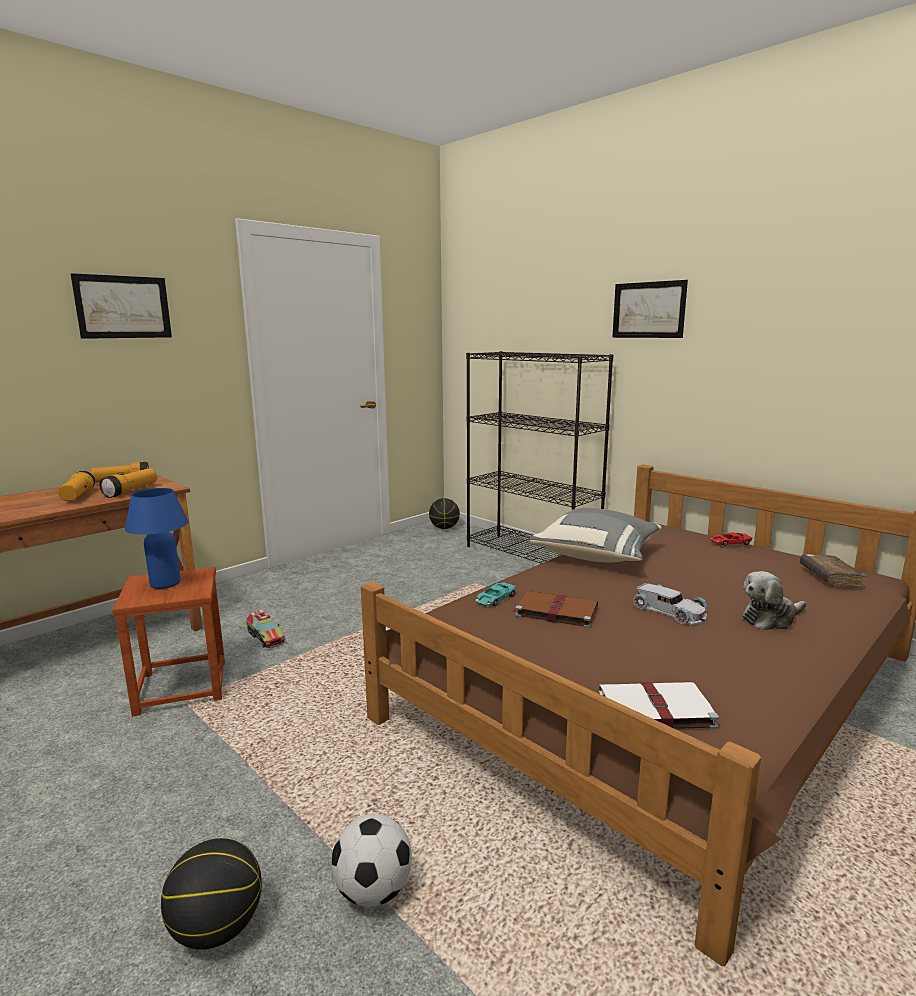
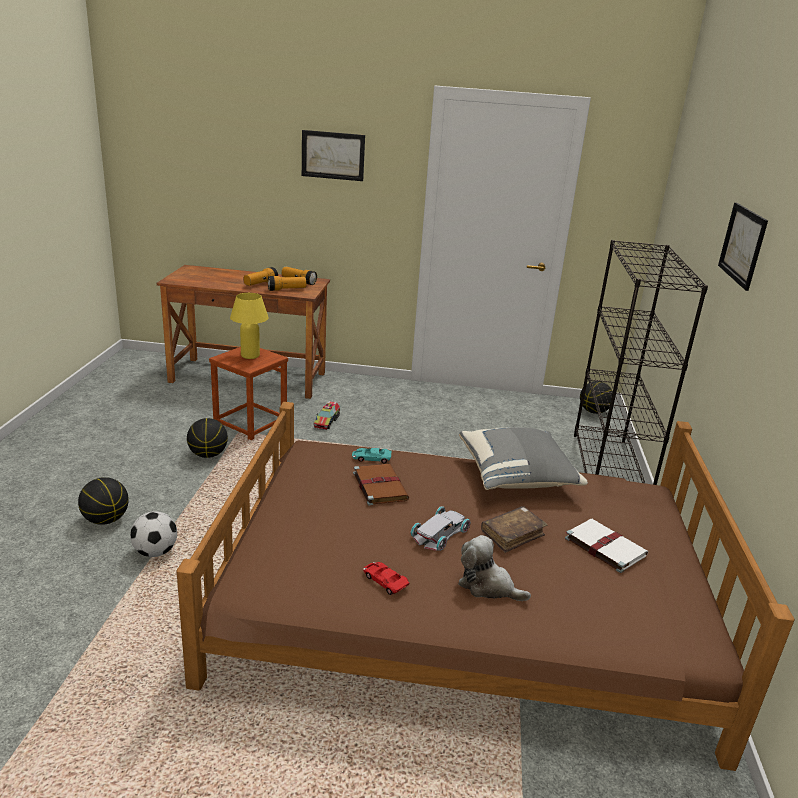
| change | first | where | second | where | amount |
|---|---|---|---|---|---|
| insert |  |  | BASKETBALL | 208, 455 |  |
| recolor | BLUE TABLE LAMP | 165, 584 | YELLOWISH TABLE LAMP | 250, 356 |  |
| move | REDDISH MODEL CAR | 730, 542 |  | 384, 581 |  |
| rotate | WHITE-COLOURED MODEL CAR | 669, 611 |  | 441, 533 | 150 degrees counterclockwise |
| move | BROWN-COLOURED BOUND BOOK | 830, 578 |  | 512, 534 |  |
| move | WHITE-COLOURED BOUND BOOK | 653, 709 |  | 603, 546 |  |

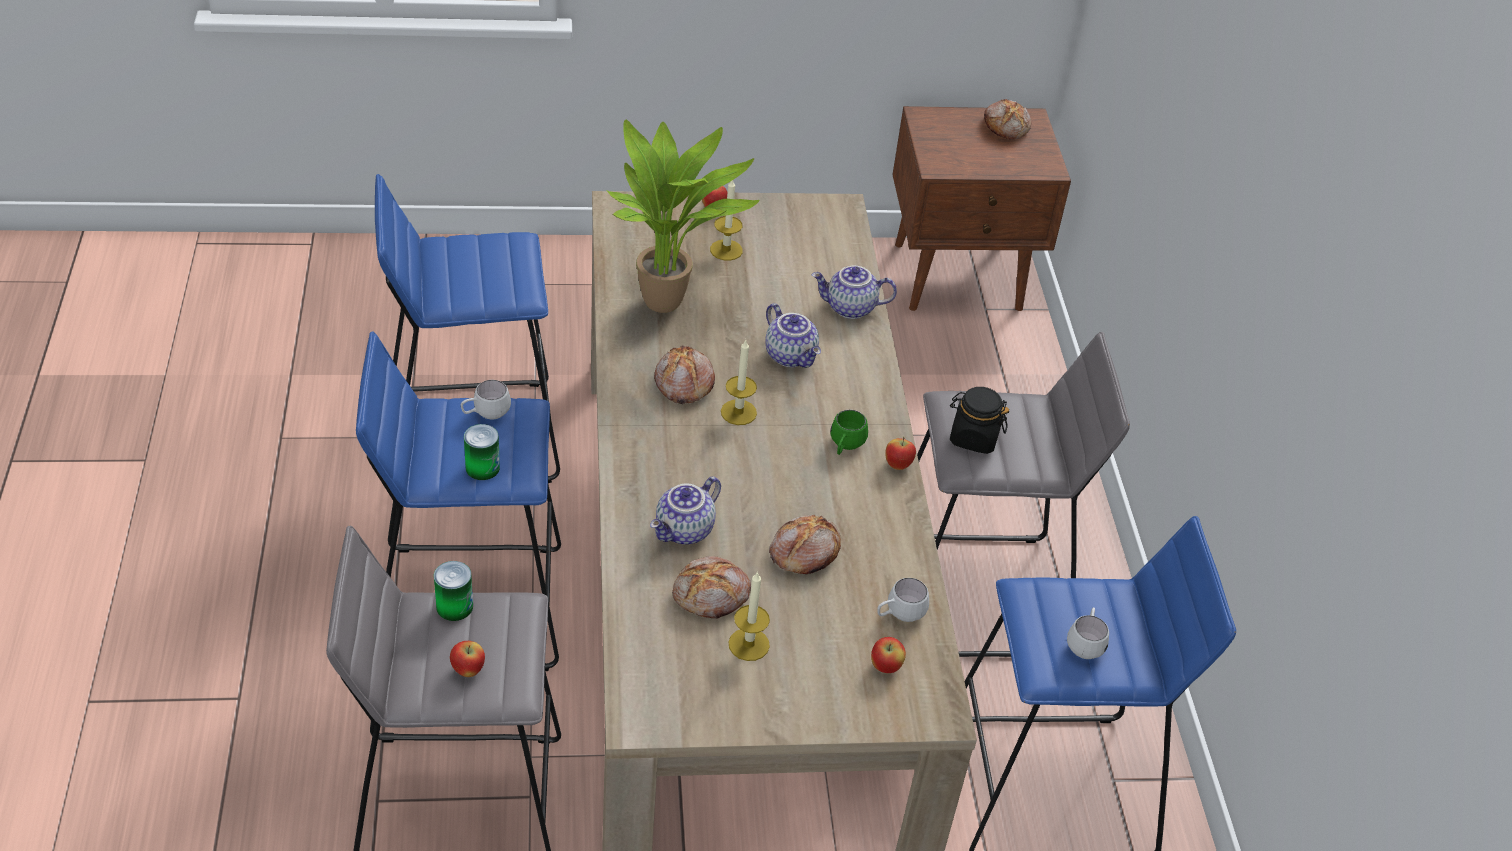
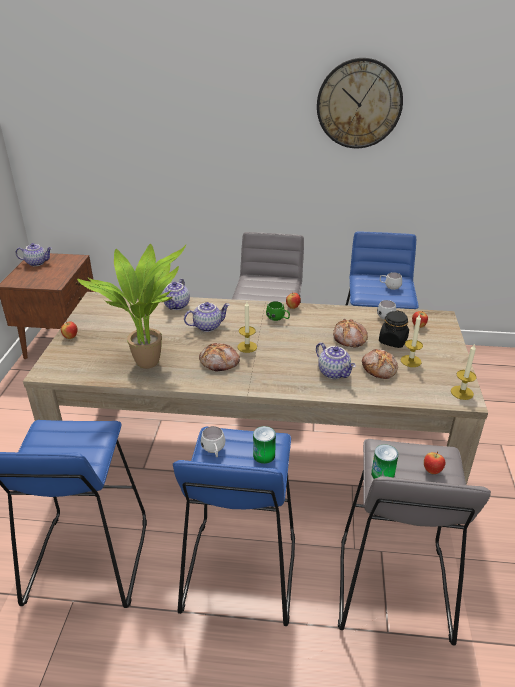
| change | first | where | second | where | amount |
|---|---|---|---|---|---|
| replace | BAKERY BREAD | 1007, 126 | TEAPOT | 37, 263 |  |
| insert |  |  | WALL CLOCK | 359, 104 |  |
| move | BLACKISH JAR | 973, 437 |  | 393, 341 |  |
| move | CANDLE | 726, 250 |  | 462, 392 |  |

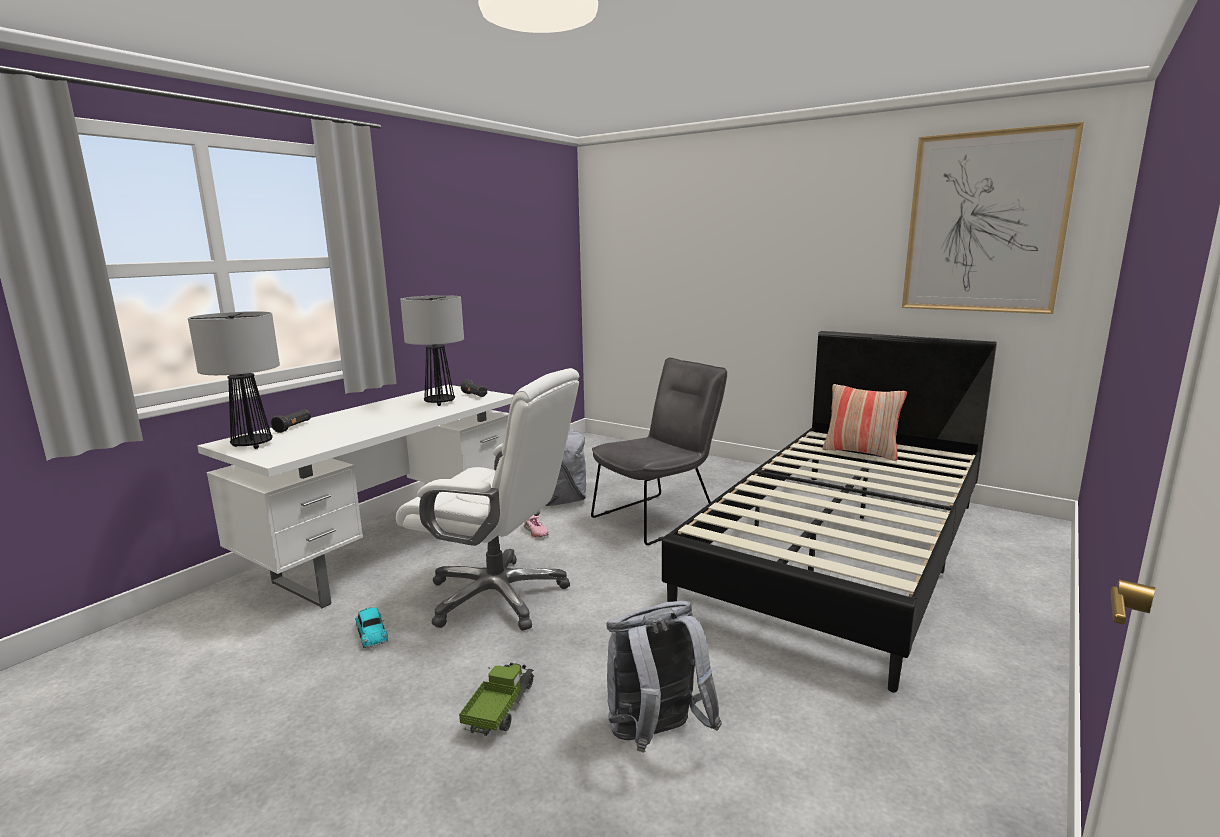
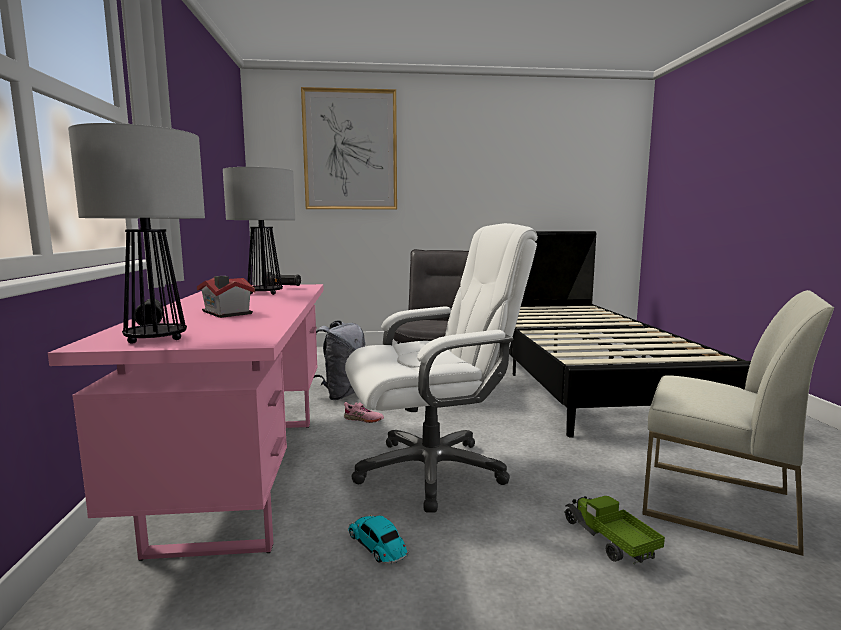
| change | first | where | second | where | amount |
|---|---|---|---|---|---|
| recolor | WHITE-COLOURED DESK TABLE | 392, 549 | PINKISH DESK TABLE | 244, 475 |  |
| insert |  |  | MINIATURE HOUSE | 226, 313 |  |
| move | WALL PICTURE | 984, 223 |  | 350, 150 |  |
| rotate | MODEL CAR | 371, 633 |  | 378, 546 | 150 degrees counterclockwise |
| replace | GREYISH RUCKSACK | 655, 736 | WHITE-COLOURED UPRIGHT CHAIR | 715, 503 |  |
| delete | PILLOW | 860, 452 |  |  |  |

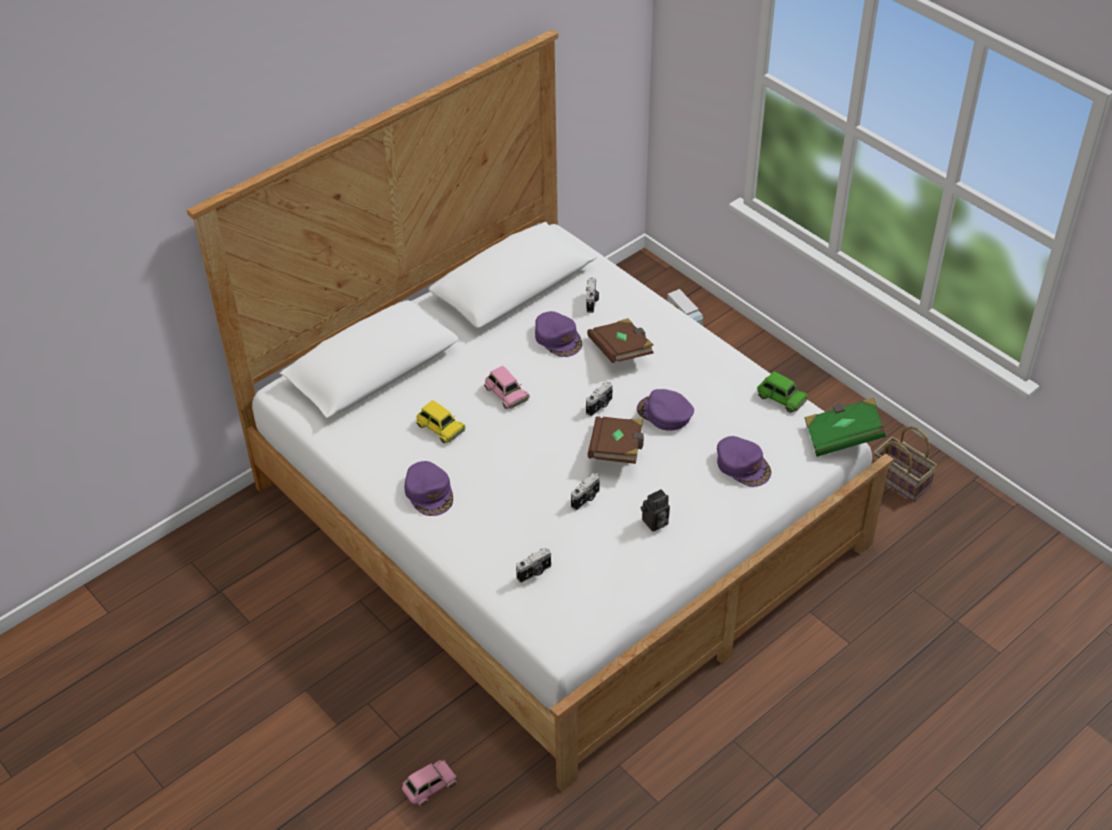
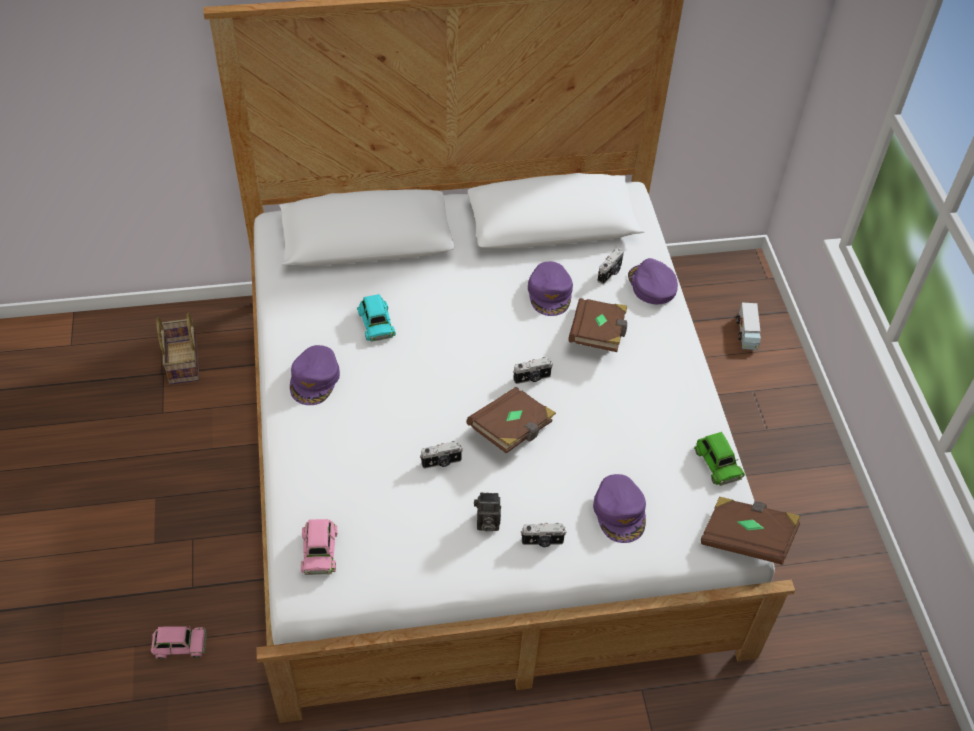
| change | first | where | second | where | amount |
|---|---|---|---|---|---|
| move | HOUSEHOLD BASKET | 902, 480 |  | 184, 363 |  |
| move | PINKISH MODEL CAR | 506, 392 |  | 319, 550 |  |
| recolor | YELLOWISH MODEL CAR | 440, 427 | TURQUOISE MODEL CAR | 376, 323 |  |
| move | PHOTO CAMERA | 534, 573 |  | 542, 542 |  |
| move | PURPLE-COLOURED CAP | 664, 414 |  | 651, 285 |  |
| recolor | GREEN-COLOURED BOUND BOOK | 842, 437 | BROWN-COLOURED BOUND BOOK | 747, 538 |  |

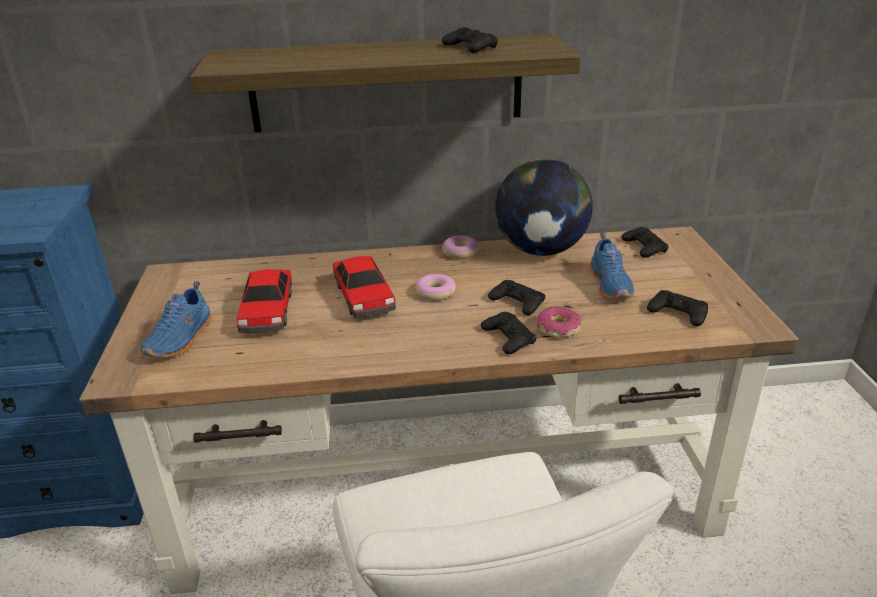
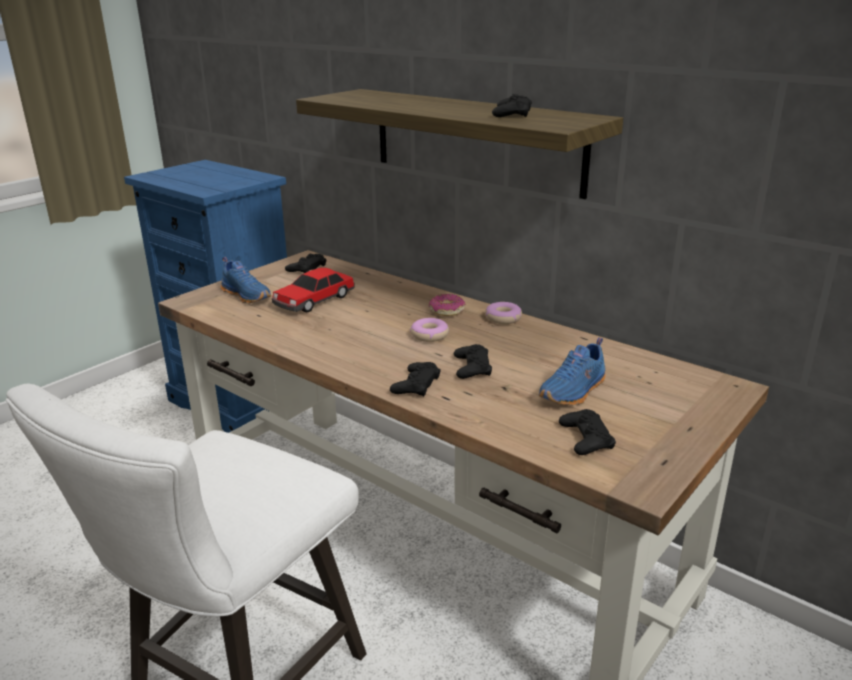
| change | first | where | second | where | amount |
|---|---|---|---|---|---|
| rotate | BLUE LOW SHOE | 181, 339 |  | 247, 295 | 105 degrees counterclockwise |
| move | BLACKISH GAMEPAD | 644, 247 |  | 306, 268 |  |
| move | DONUT | 557, 329 |  | 446, 311 |  |
| delete | MODEL CAR | 364, 297 |  |  |  |
| delete | GLOBE | 541, 250 |  |  |  |

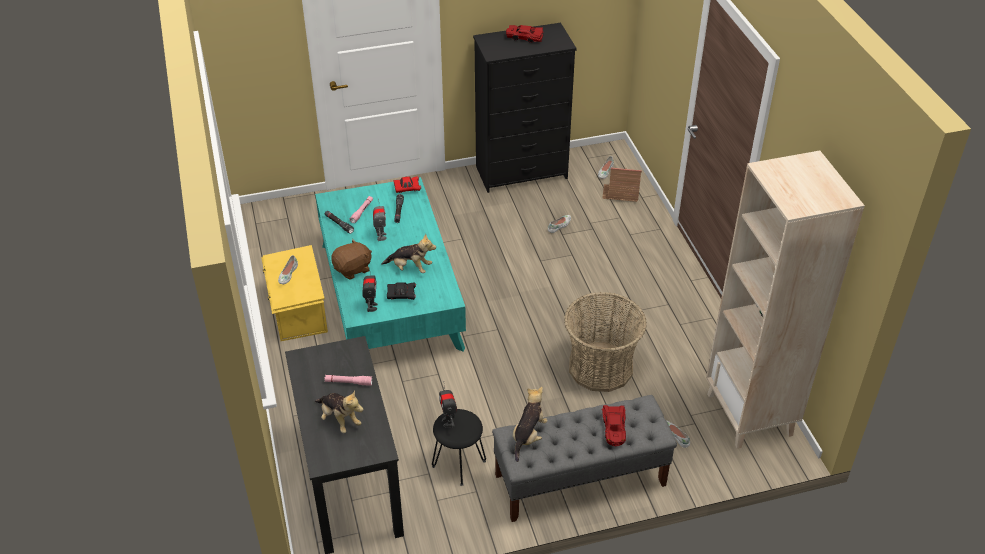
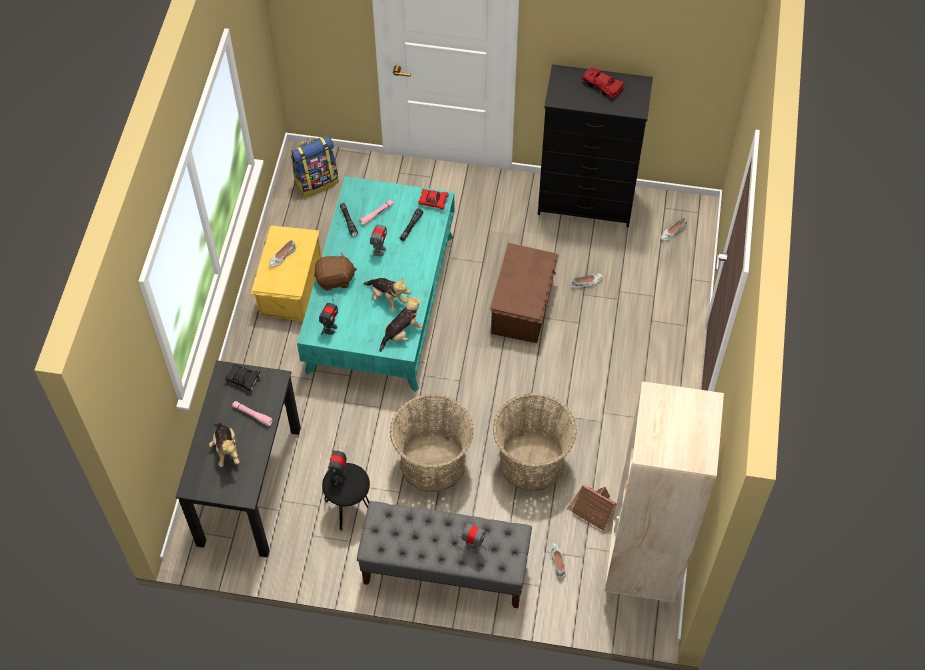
| change | first | where | second | where | amount |
|---|---|---|---|---|---|
| move | BLACKISH MODEL CAR | 401, 295 |  | 243, 380 |  |
| insert |  |  | RUCKSACK | 316, 181 |  |
| move | CUDDLY TOY | 528, 436 |  | 402, 333 |  |
| insert |  |  | HOUSEHOLD BASKET | 433, 462 |  |
| replace | REDDISH MODEL CAR | 614, 428 | MODEL ROBOT | 473, 547 |  |
| insert |  |  | BROWN-COLOURED STORAGE BIN | 523, 306 |  |
| move | MINIATURE HOUSE | 621, 193 |  | 593, 509 |  |

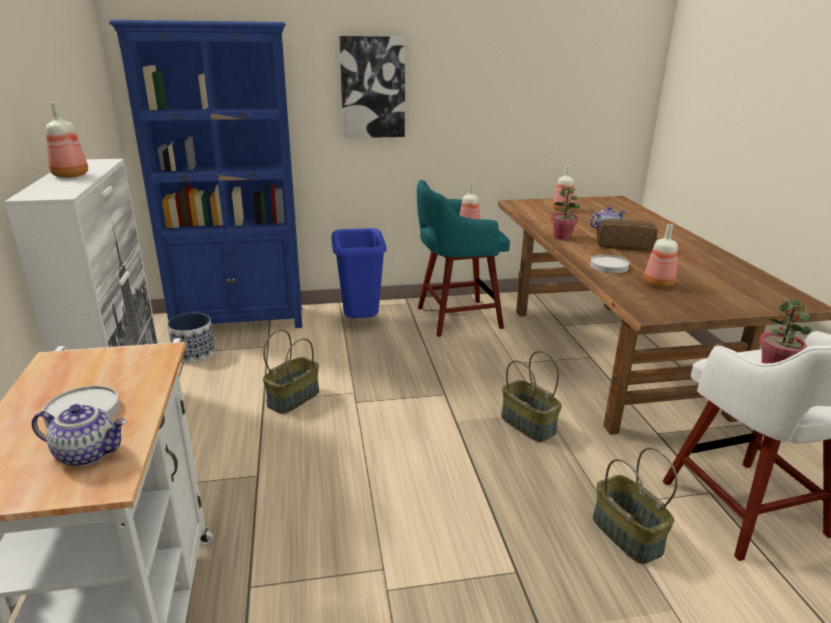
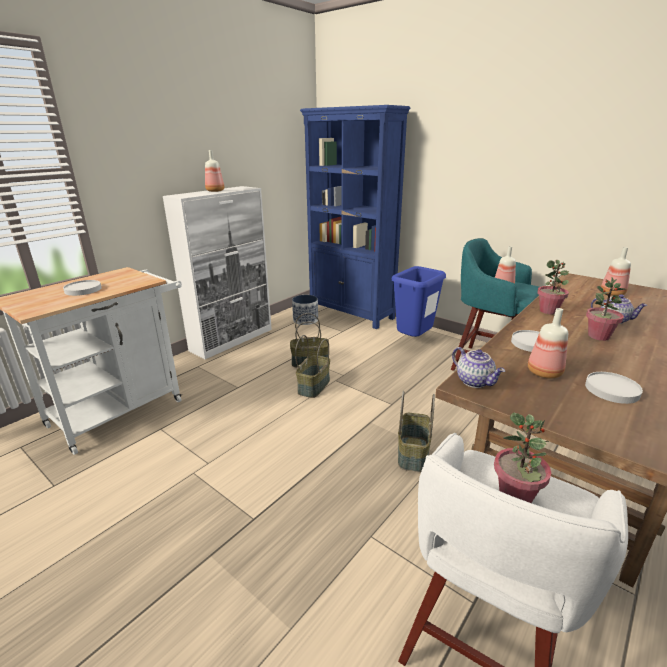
| change | first | where | second | where | amount |
|---|---|---|---|---|---|
| move | HOUSEHOLD BASKET | 625, 534 |  | 313, 386 |  |
| move | TEAPOT | 88, 453 |  | 475, 381 |  |
| insert |  |  | WHITE-COLOURED PLATE | 612, 390 |  |
| replace | BAKERY BREAD | 624, 246 | PLANT IN A POT | 598, 336 |  |
| delete | WALL PICTURE | 372, 87 |  |  |  |

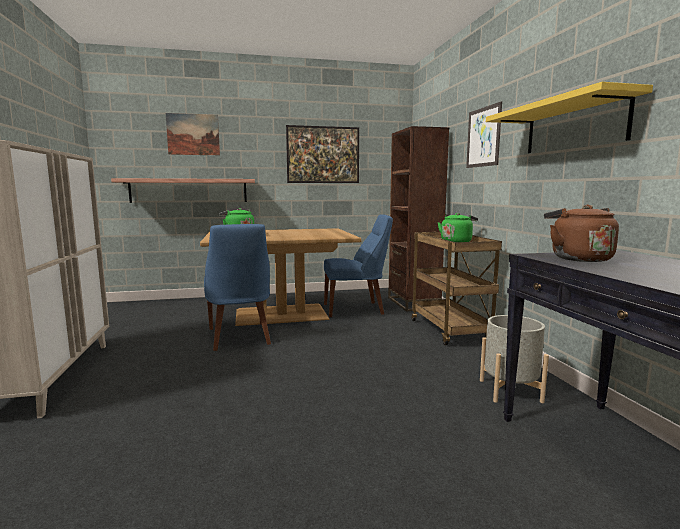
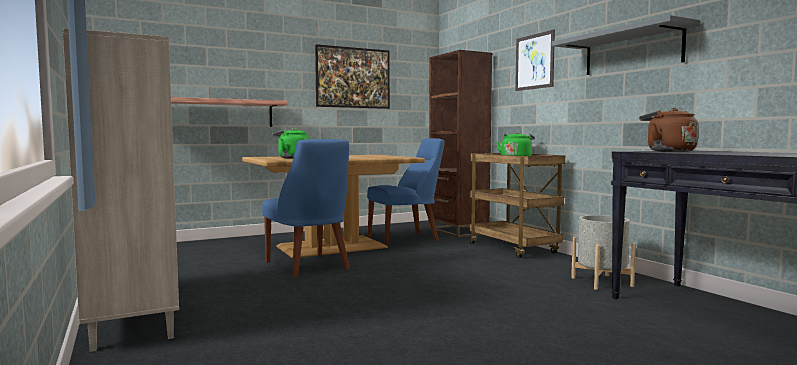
| change | first | where | second | where | amount |
|---|---|---|---|---|---|
| recolor | YELLOWISH SHELF | 574, 126 | GREYISH SHELF | 632, 51 |  |
| delete | WALL PICTURE | 193, 134 |  |  |  |

